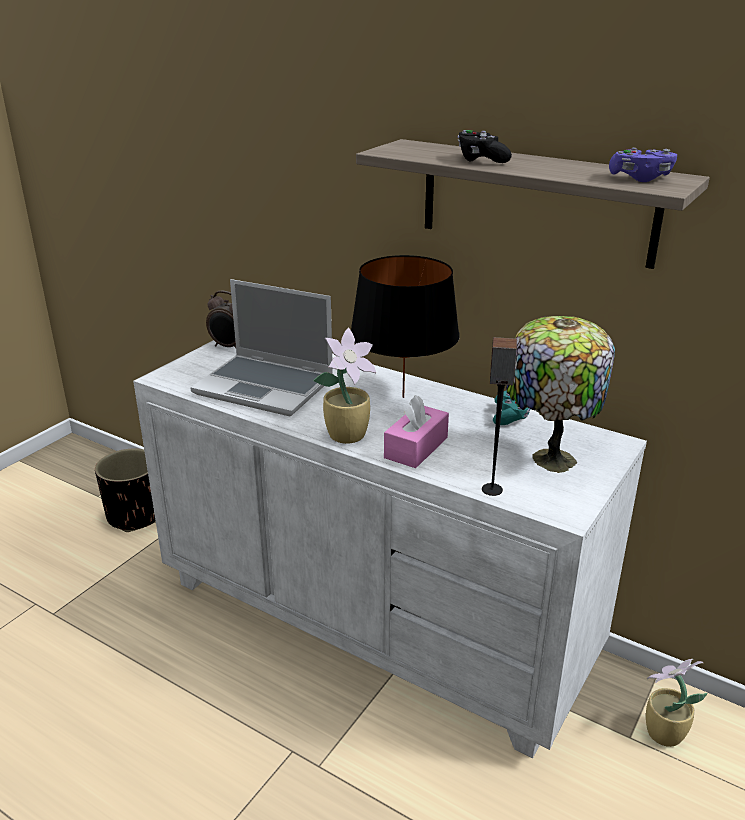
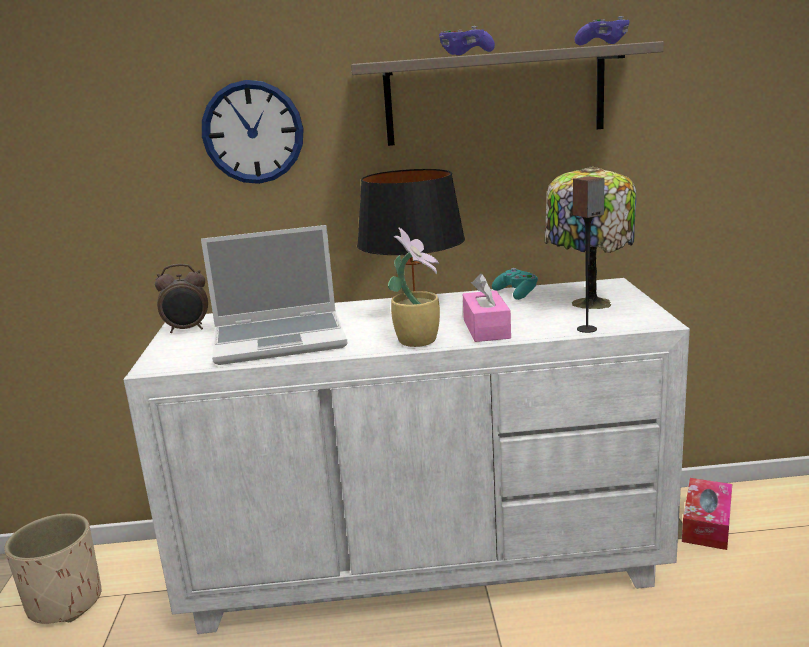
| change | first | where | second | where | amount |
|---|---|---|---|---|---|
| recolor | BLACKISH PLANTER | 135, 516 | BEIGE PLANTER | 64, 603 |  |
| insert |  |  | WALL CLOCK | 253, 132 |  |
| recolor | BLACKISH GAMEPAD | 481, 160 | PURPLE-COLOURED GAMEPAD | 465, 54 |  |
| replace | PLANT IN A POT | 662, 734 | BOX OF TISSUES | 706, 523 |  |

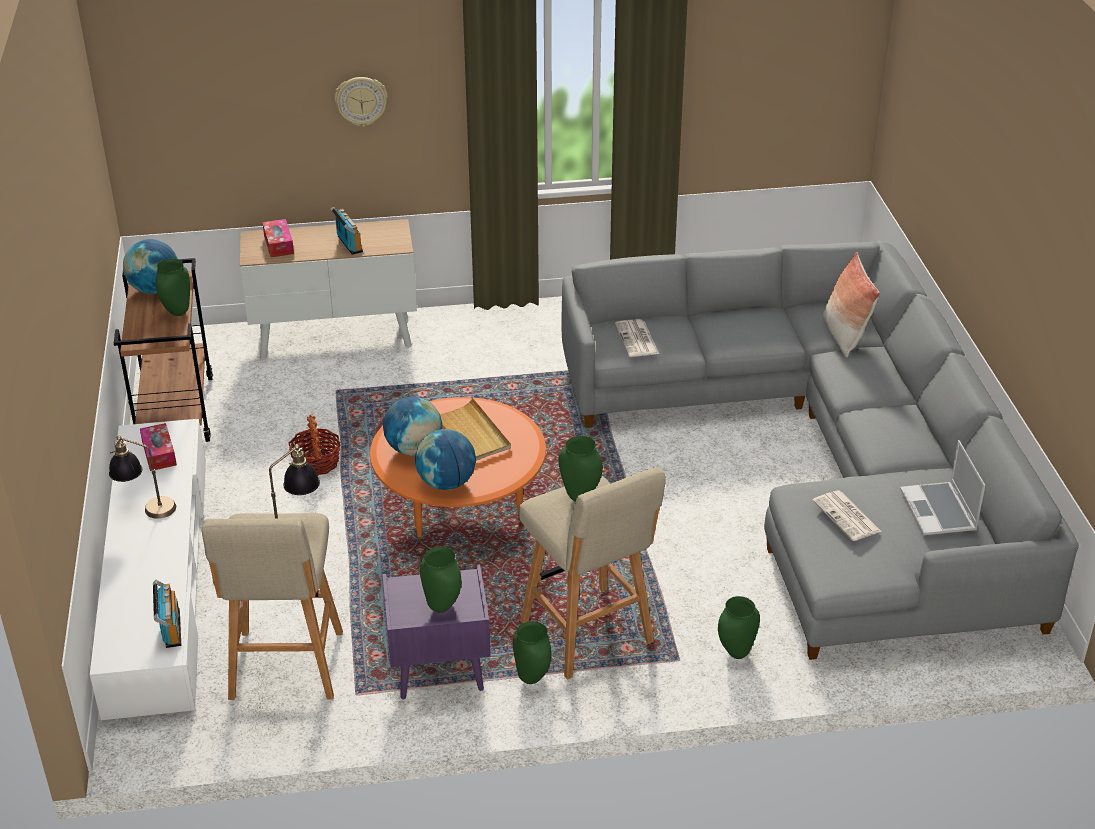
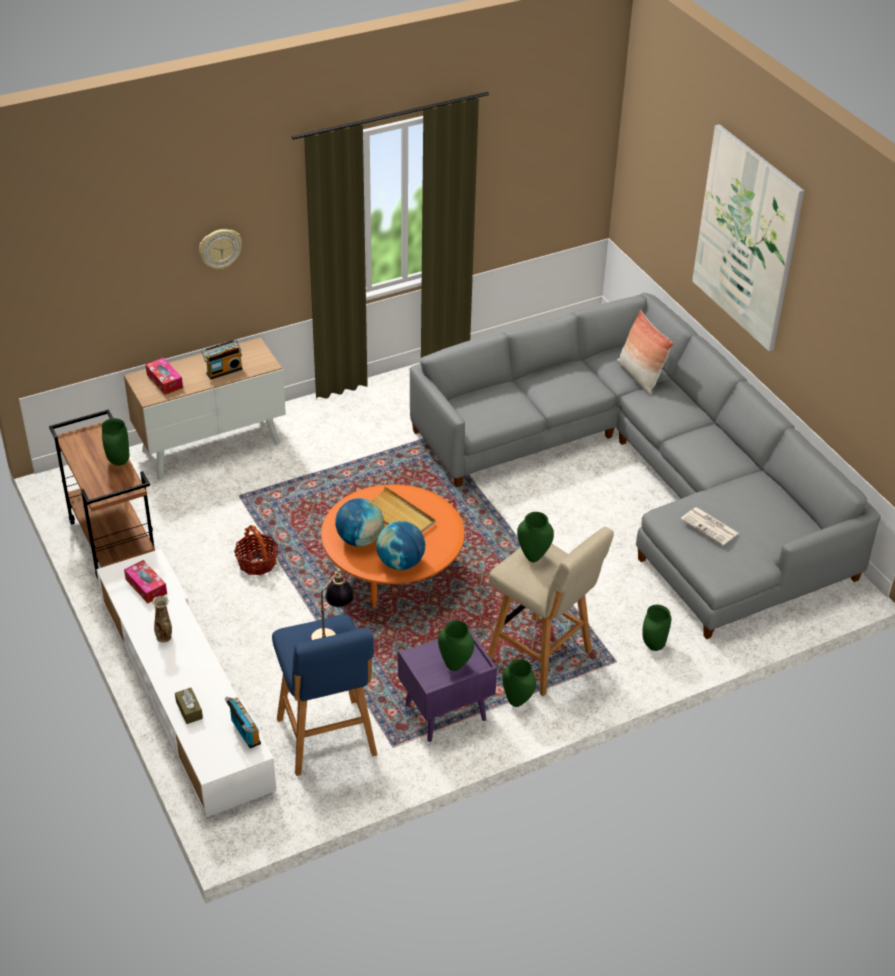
| change | first | where | second | where | amount |
|---|---|---|---|---|---|
| replace | TABLE LAMP | 146, 508 | VASE | 164, 637 |  |
| insert |  |  | BROWN-COLOURED BOX OF TISSUES | 189, 710 |  |
| rotate | RADIO SET | 348, 244 |  | 223, 370 | 105 degrees clockwise |
| recolor | BEIGE SITTING STOOL | 286, 668 | BLUE SITTING STOOL | 327, 740 |  |
| insert |  |  | WALL PICTURE | 746, 238 |  |
| delete | GLOBE | 155, 289 |  |  |  |
| delete | DAILY PAPER | 637, 339 |  |  |  |
| delete | PORTABLE COMPUTER | 939, 511 |  |  |  |

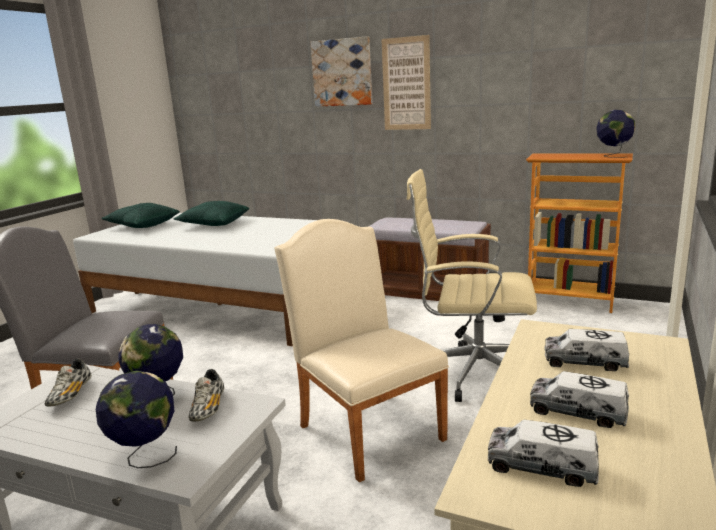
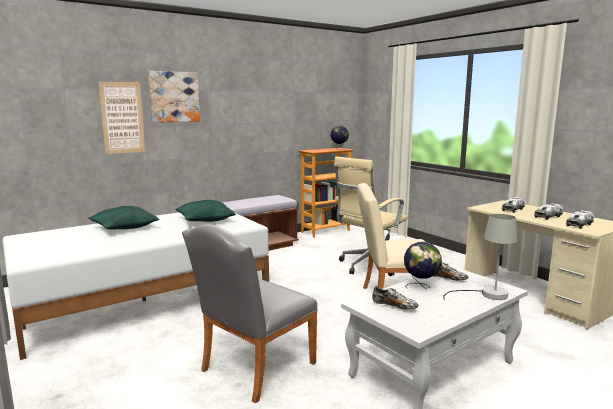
| change | first | where | second | where | amount |
|---|---|---|---|---|---|
| move | WALL PICTURE | 406, 84 |  | 122, 117 |  |
| move | GREEN-COLOURED PILLOW | 142, 225 |  | 205, 220 |  |
| replace | GLOBE | 145, 456 | GREYISH TABLE LAMP | 486, 294 |  |

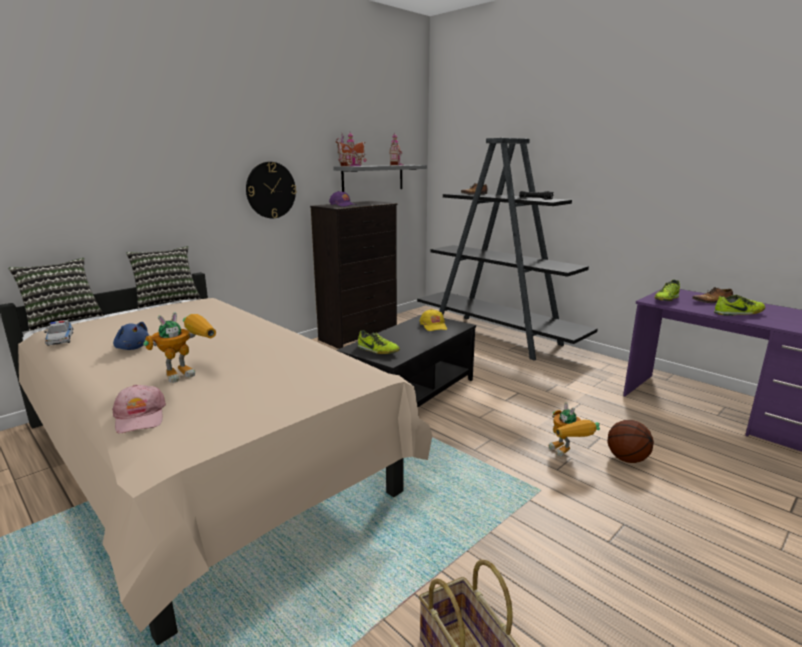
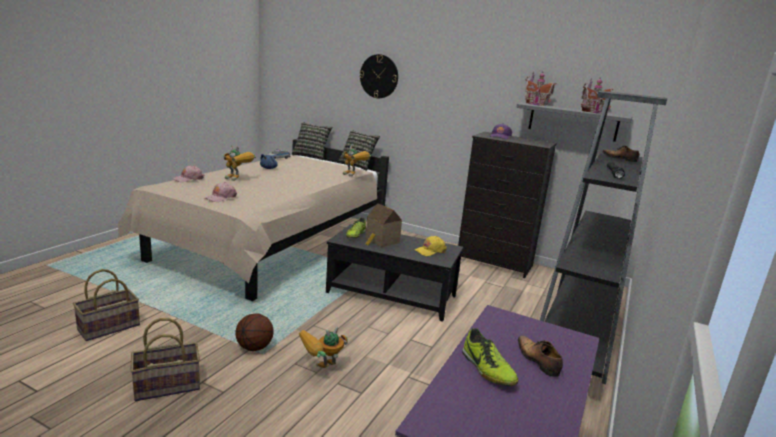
| change | first | where | second | where | amount |
|---|---|---|---|---|---|
| insert |  |  | HOUSEHOLD BASKET | 167, 385 |  |
| insert |  |  | PINKISH CAP | 220, 197 |  |
| move | BASKETBALL | 626, 459 |  | 254, 347 |  |
| insert |  |  | MODEL ROBOT | 354, 175 |  |
| move | WALL CLOCK | 271, 190 |  | 379, 76 |  |
| insert |  |  | MINIATURE HOUSE | 381, 241 |  |
| delete | LOW SHOE | 666, 299 |  |  |  |

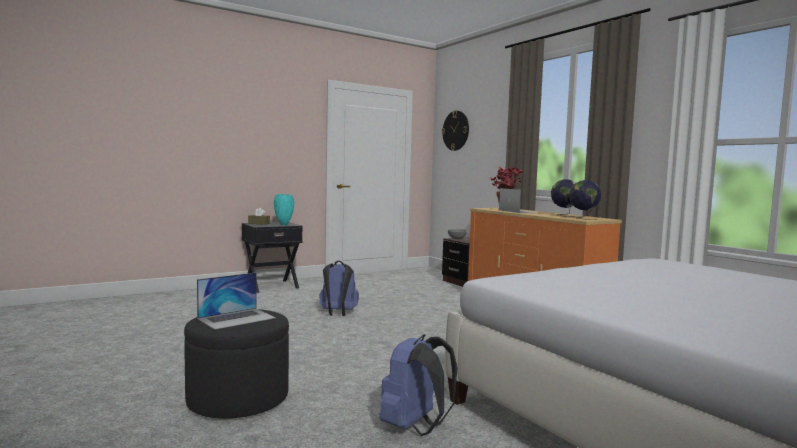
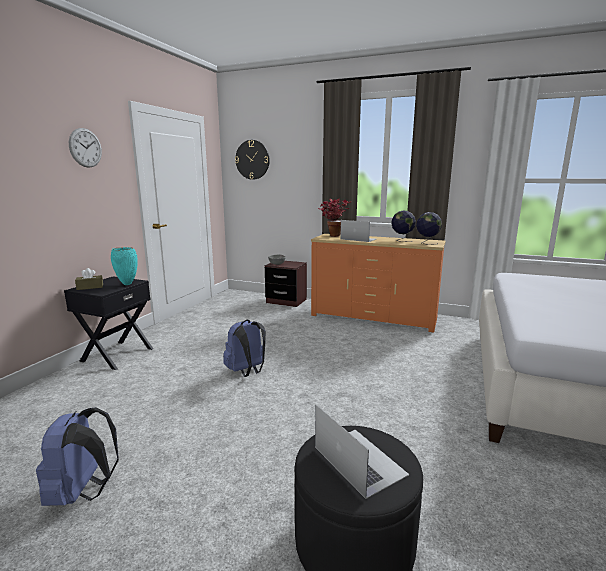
| change | first | where | second | where | amount |
|---|---|---|---|---|---|
| move | BLUE RUCKSACK | 415, 427 |  | 82, 492 |  |
| insert |  |  | WALL CLOCK | 85, 148 |  |
| rotate | PORTABLE COMPUTER | 237, 318 |  | 359, 460 | 45 degrees counterclockwise |

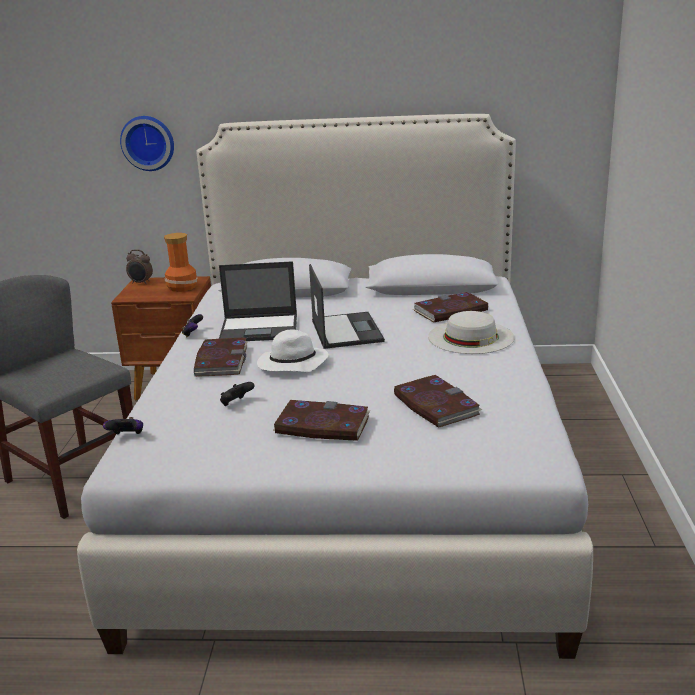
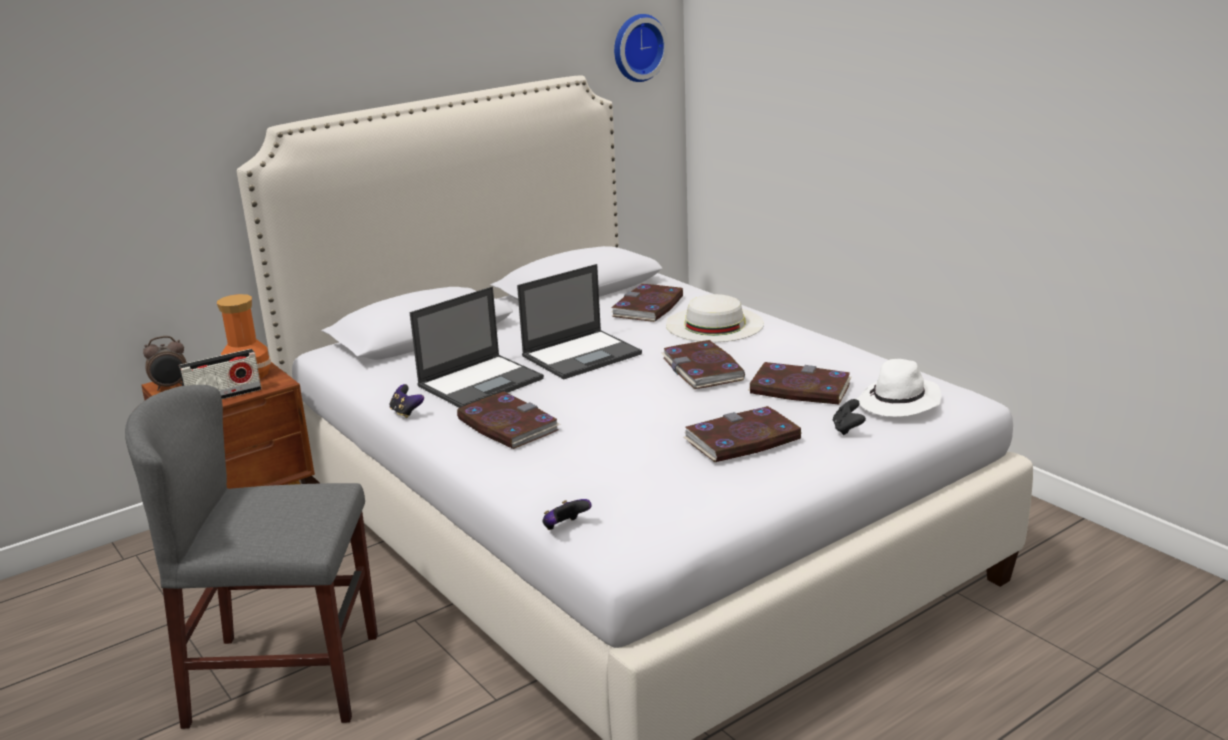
| change | first | where | second | where | amount |
|---|---|---|---|---|---|
| insert |  |  | RADIO SET | 224, 396 |  |
| rotate | PORTABLE COMPUTER | 346, 330 |  | 582, 354 | 105 degrees clockwise |
| move | WALL CLOCK | 148, 142 |  | 637, 47 |  |
| insert |  |  | BOUND BOOK | 703, 369 |  |
| move | BLACKISH GAMEPAD | 236, 403 |  | 847, 429 |  |
| move | WHITE-COLOURED HAT | 292, 364 |  | 898, 403 |  |

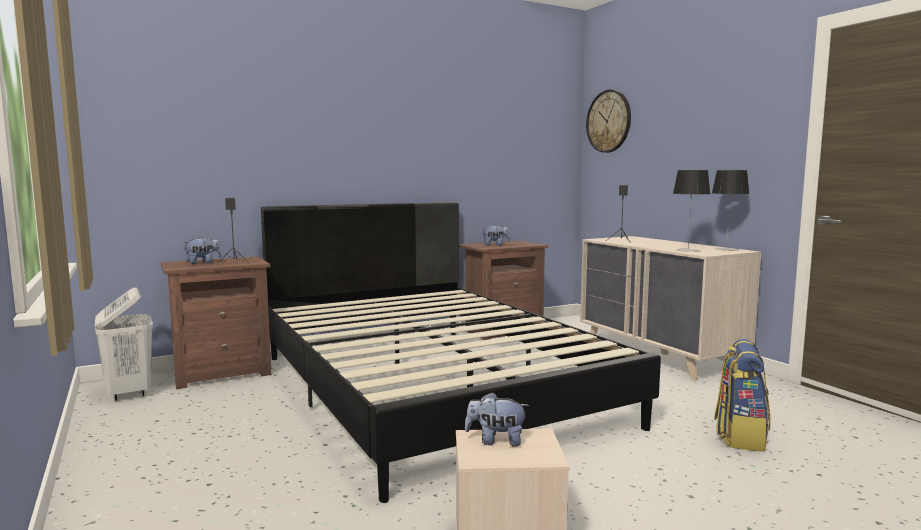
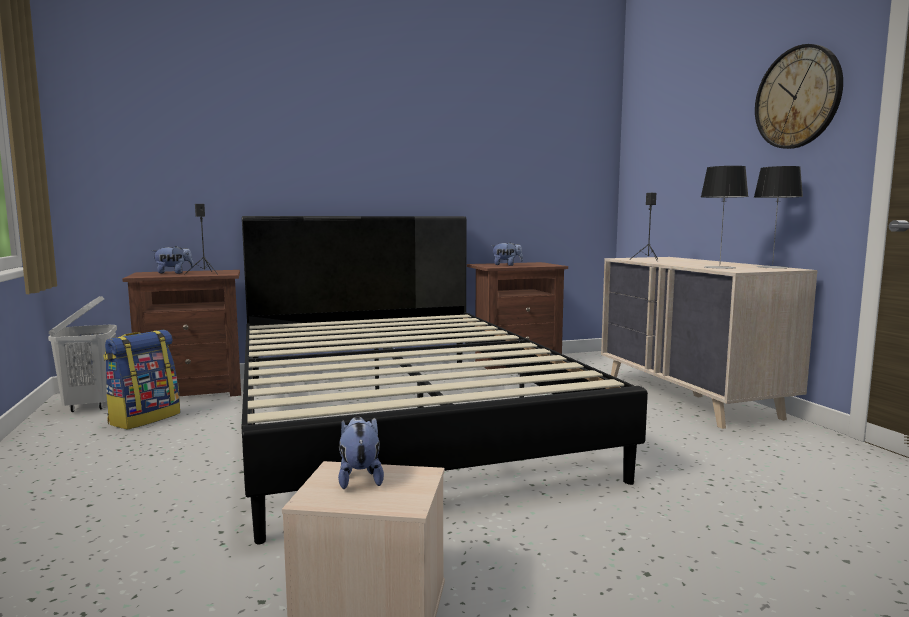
| change | first | where | second | where | amount |
|---|---|---|---|---|---|
| move | RUCKSACK | 739, 436 |  | 144, 418 |  |
| rotate | CUDDLY TOY | 496, 441 |  | 359, 478 | 60 degrees clockwise |
| move | WALL CLOCK | 608, 121 |  | 797, 97 |  |

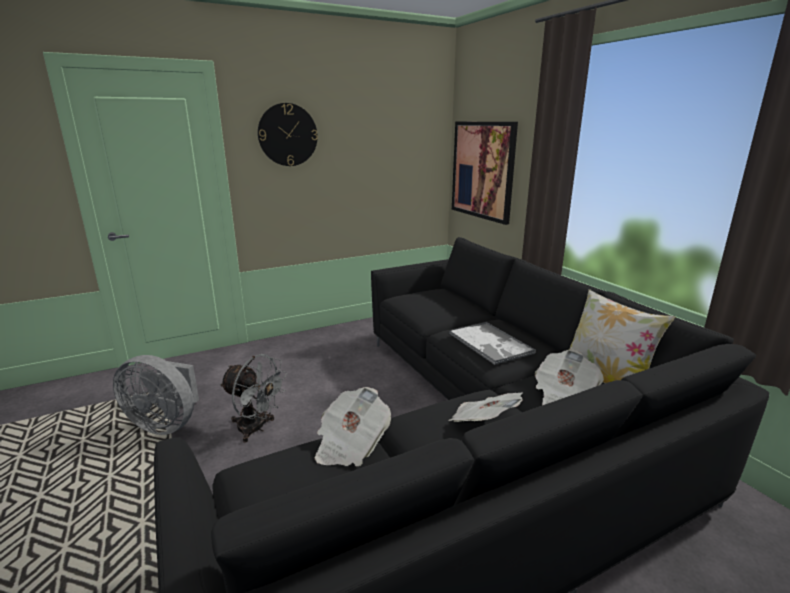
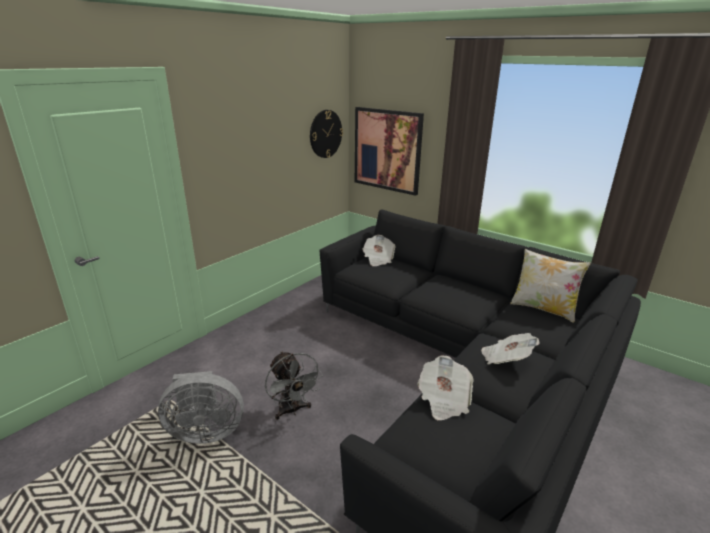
| change | first | where | second | where | amount |
|---|---|---|---|---|---|
| rotate | GREYISH COOLING FAN | 256, 429 |  | 292, 410 | 60 degrees clockwise |
| move | WALL CLOCK | 288, 135 |  | 325, 134 |  |
| move | DAILY PAPER | 563, 397 |  | 378, 259 |  |
| delete | CARRYING TRAY | 490, 343 |  |  |  |

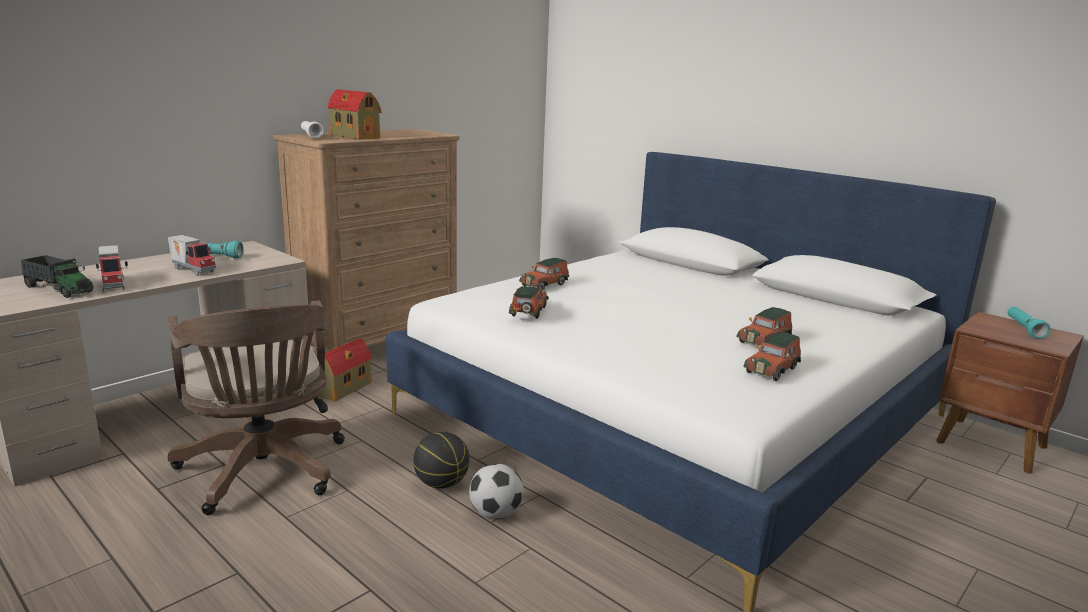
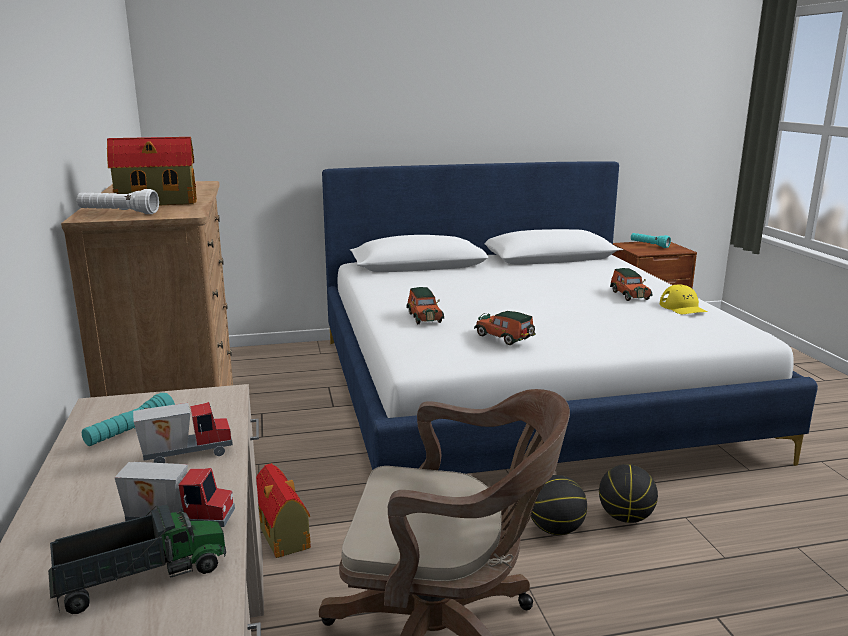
| change | first | where | second | where | amount |
|---|---|---|---|---|---|
| replace | BALL FOR FOOTBALL | 495, 514 | BASKETBALL | 625, 517 |  |
| replace | MODEL CAR | 773, 369 | YELLOWISH CAP | 683, 308 |  |

